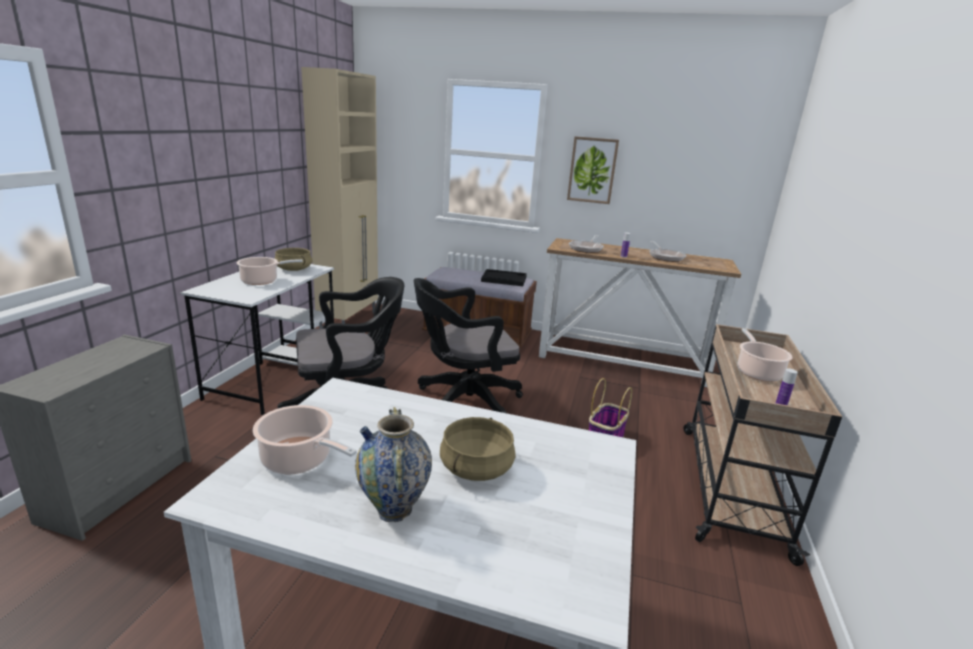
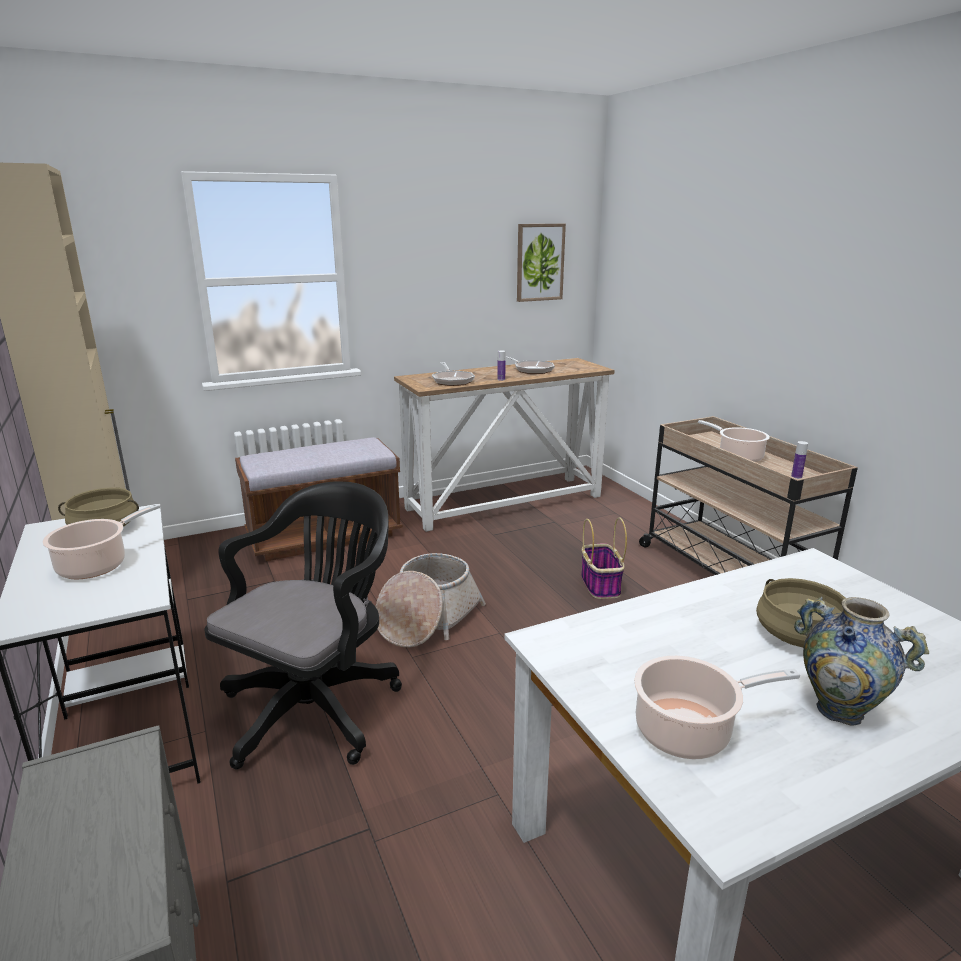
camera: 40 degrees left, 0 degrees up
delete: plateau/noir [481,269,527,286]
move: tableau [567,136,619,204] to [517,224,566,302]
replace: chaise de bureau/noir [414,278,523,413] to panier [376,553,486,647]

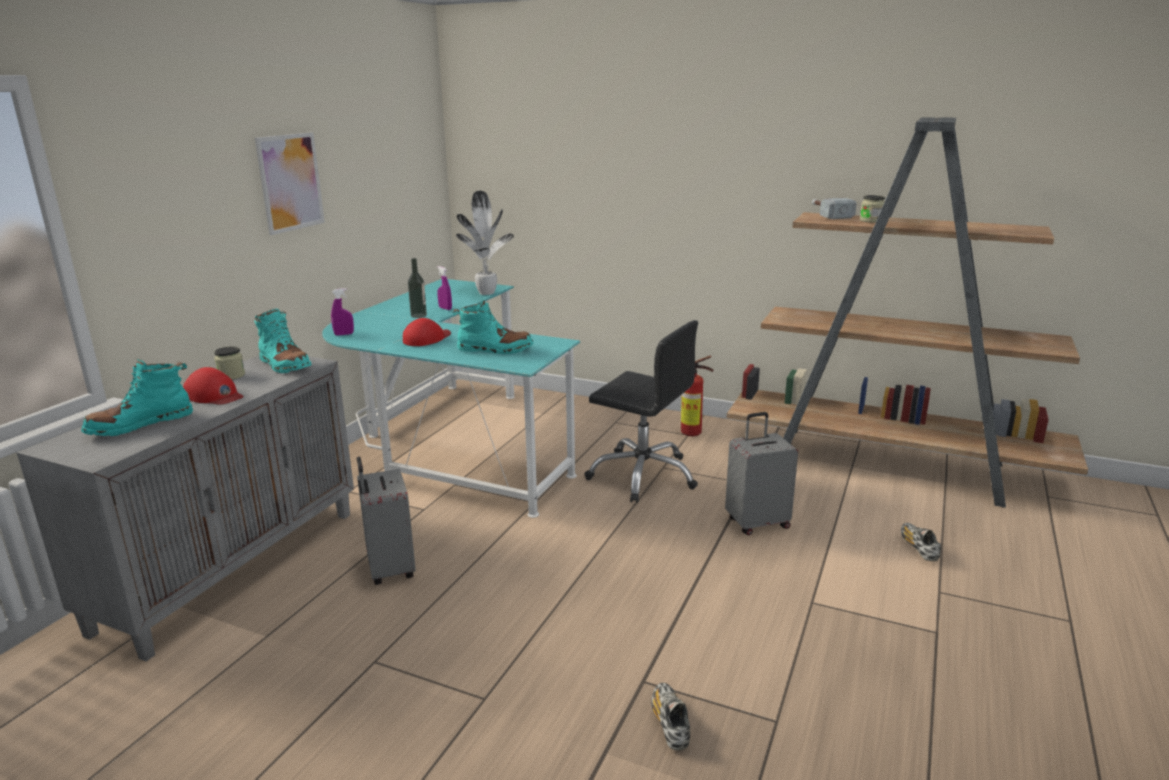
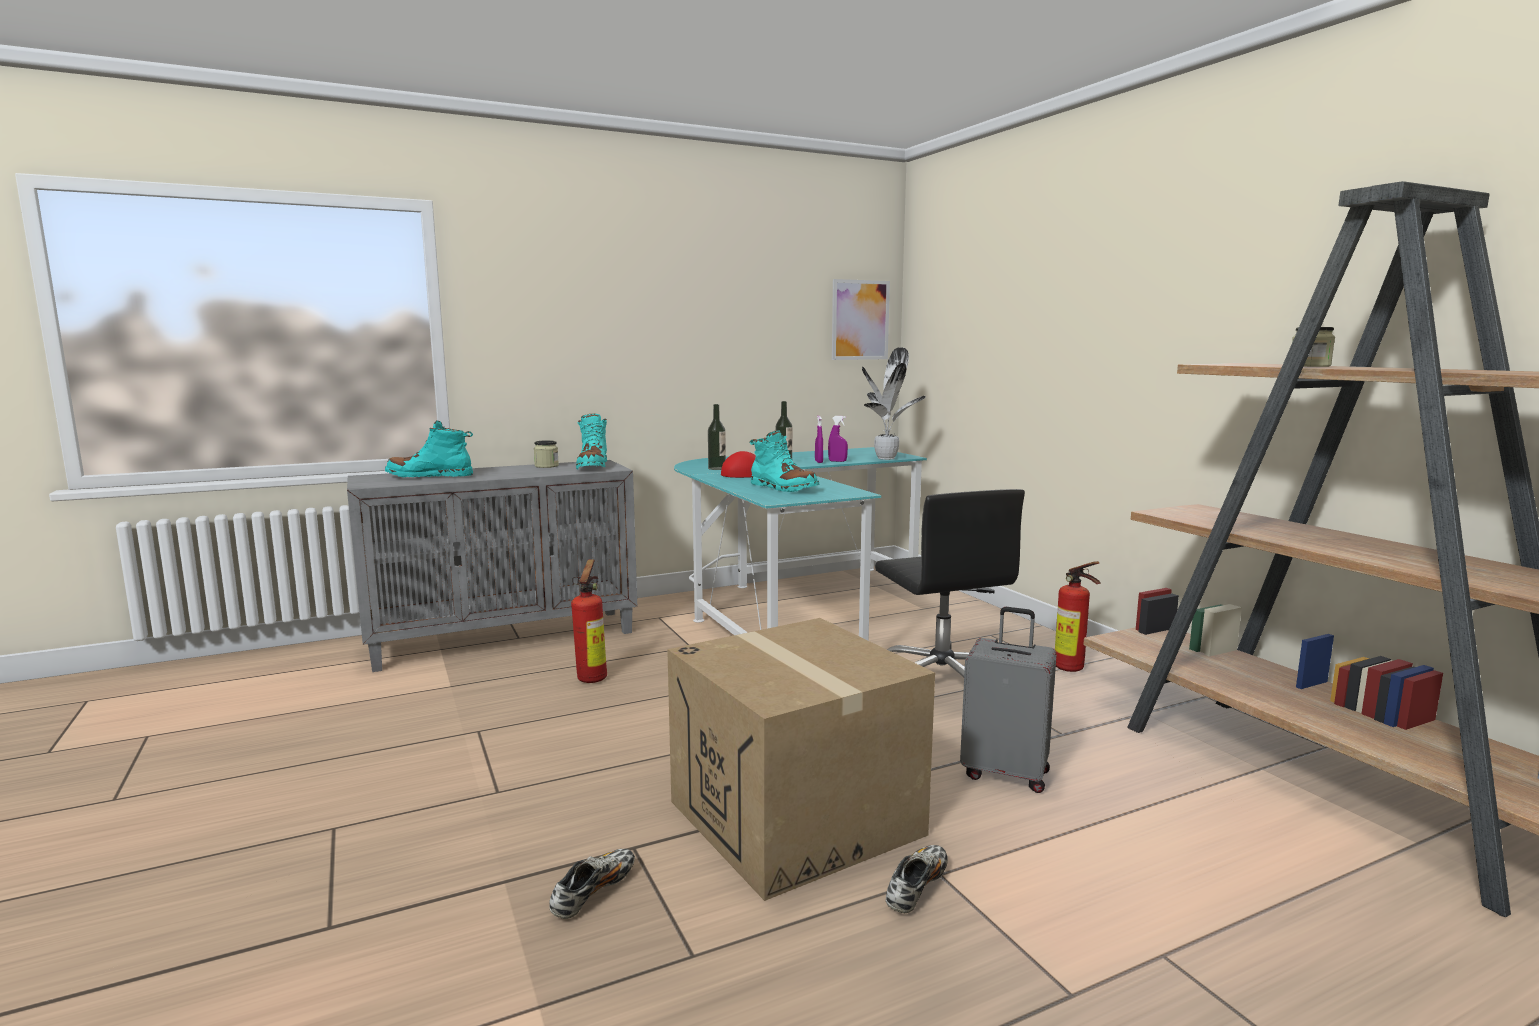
camera: 40 degrees right, 10 degrees down
delete: marteau [812,198,857,219]; casquette/rouge [183,367,244,405]
insert: bouteille [708,404,726,470]; carton [667,618,935,901]
move: tableau [255,132,325,235] to [832,279,890,360]; vaporisateur/violet [331,288,354,336] to [828,416,848,462]; chaussure [901,523,941,561] to [886,845,948,913]
replace: valise/gris [357,456,416,585] to extincteur [571,559,607,683]

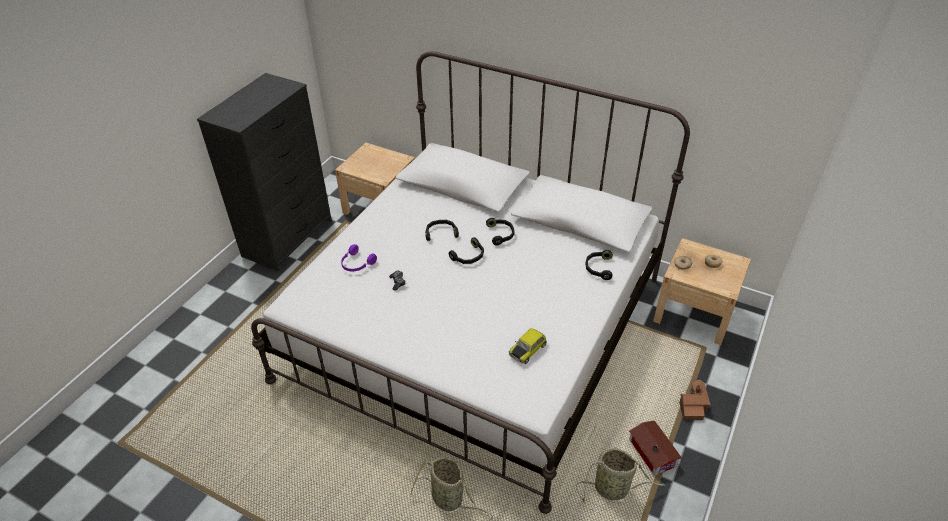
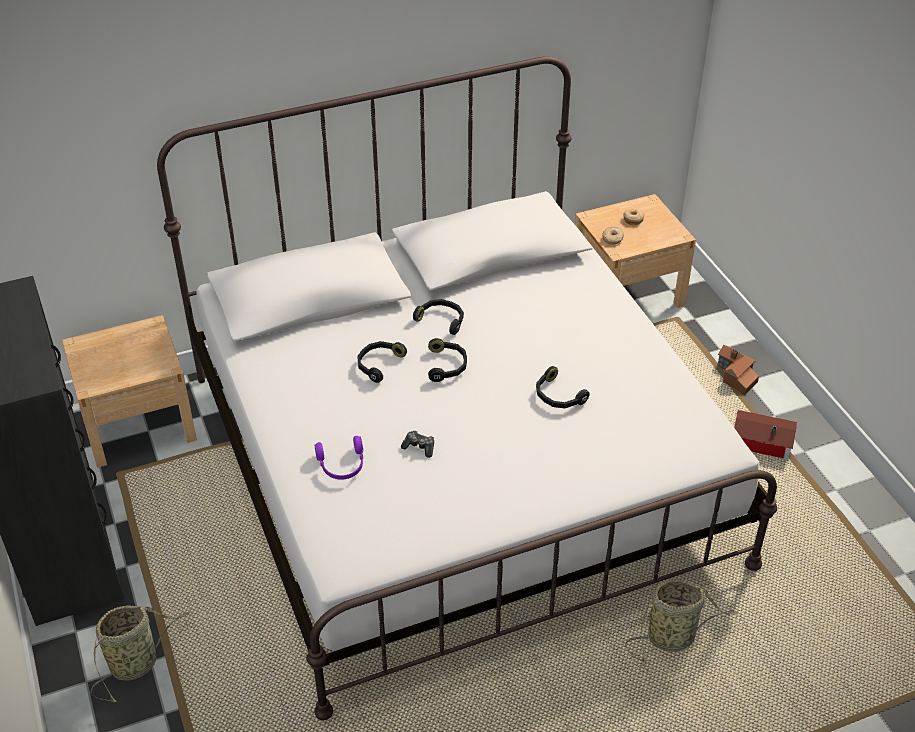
camera: 50 degrees left, 0 degrees up
delete: petite voiture [509,328,547,364]
move: casque audio/noir [585,250,613,280] to [536,366,589,408]; panier [576,448,665,503] to [90,605,190,702]

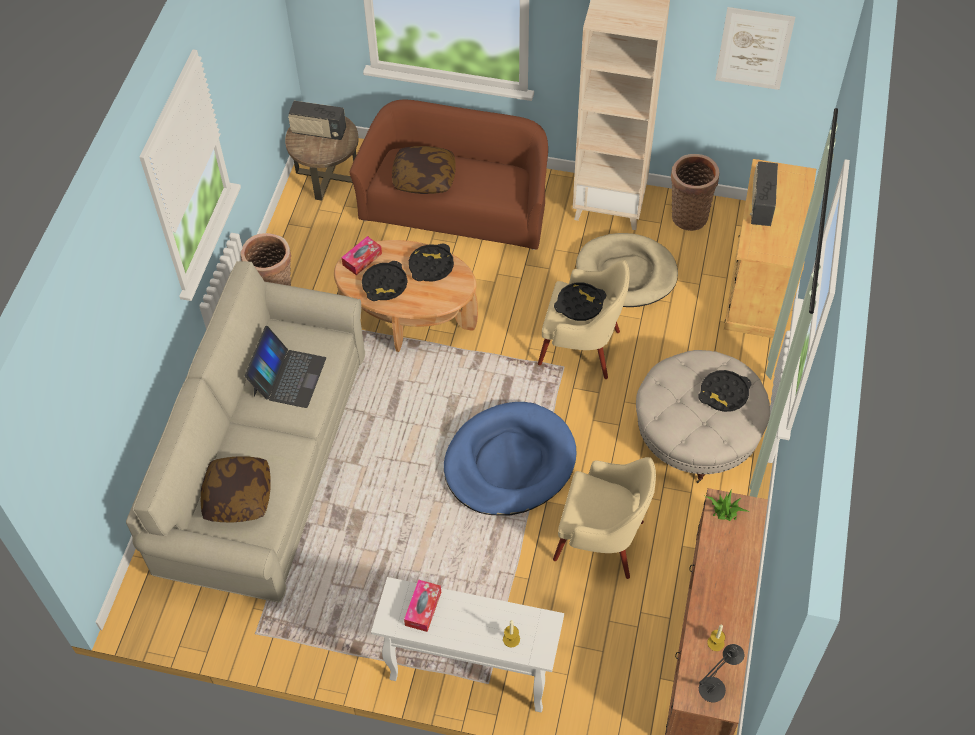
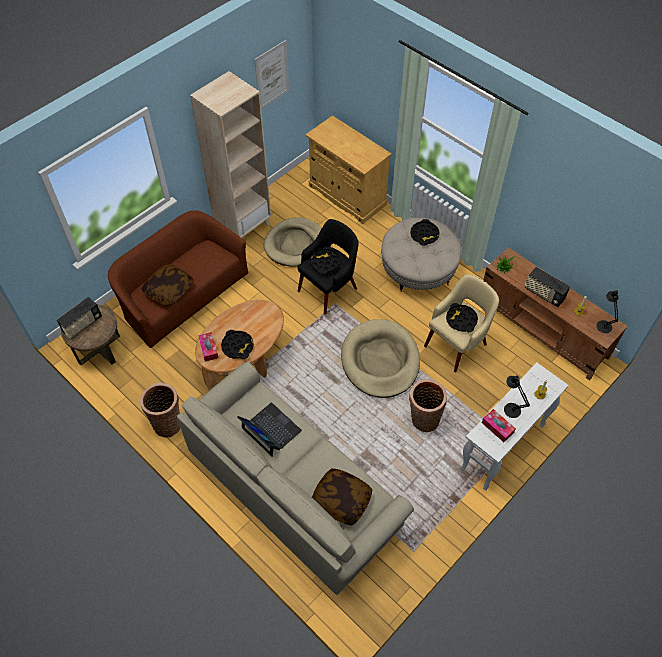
camera: 60 degrees left, 0 degrees up
insert: lampe de table/noir [504,375,530,418]
move: panier [671,154,719,231] to [409,379,447,432]; radio [750,161,778,226] to [525,267,570,307]; plateau/noir [409,244,454,282] to [446,303,478,332]
recolor: fauteuil/beige [538,260,630,379] to fauteuil/noir [298,219,359,314]; panier pour chien/bleu [444,402,577,515] to panier pour chien/beige [341,319,420,398]

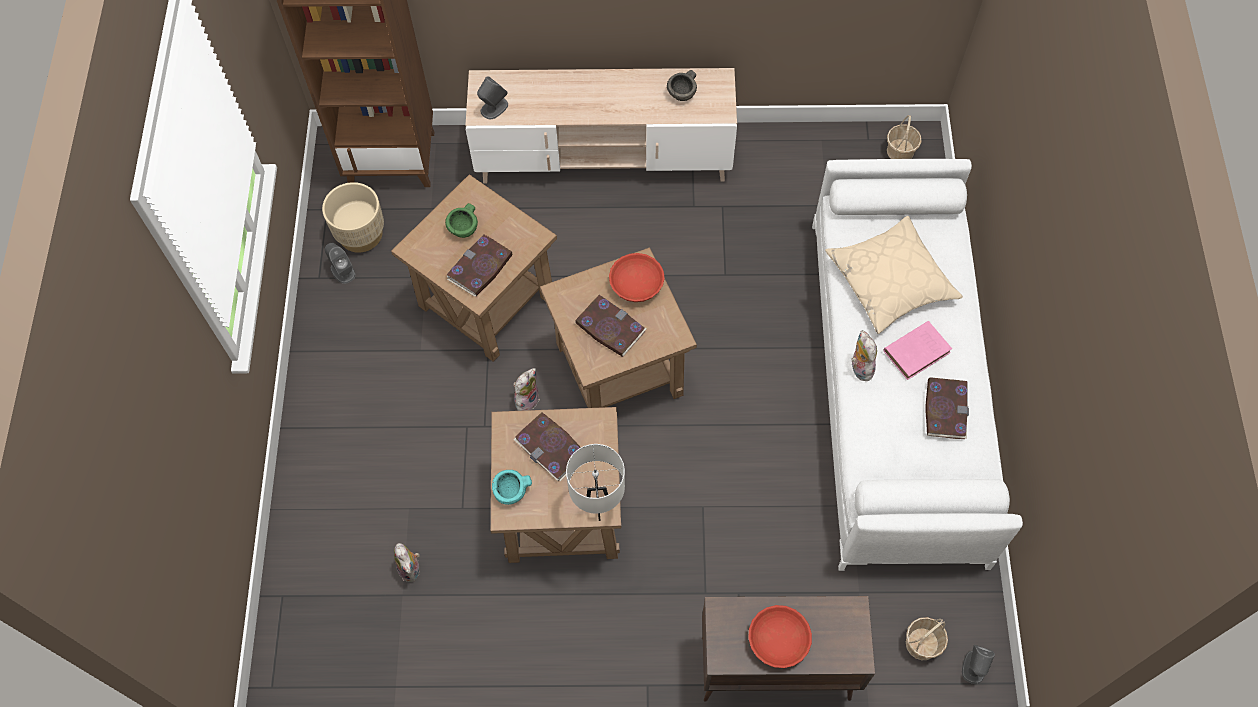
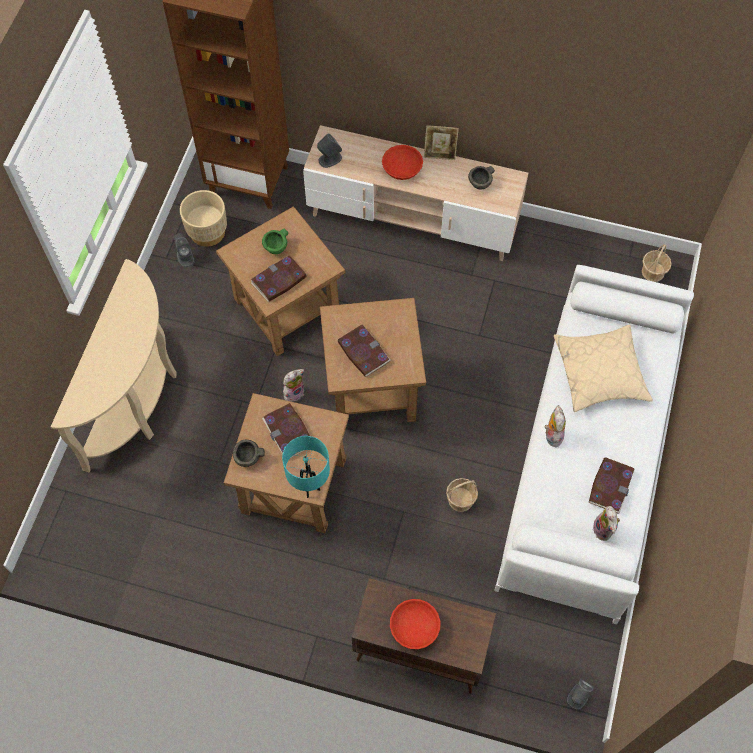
camera: 15 degrees right, 0 degrees up
delete: livre/rose [884,321,952,380]
insert: cadre photo [424,125,459,160]; table console/beige [51,259,177,472]
move: bol/rouge [609,253,665,302] to [382,145,423,180]; peluche [394,543,420,582] to [593,506,620,541]; panier [906,617,948,660] to [446,478,478,512]
recolor: lampe de table/blanc [566,444,625,521] to lampe de table/turquoise [282,436,330,498]; bol/turquoise [492,470,532,505] to bol/gris [233,440,265,467]

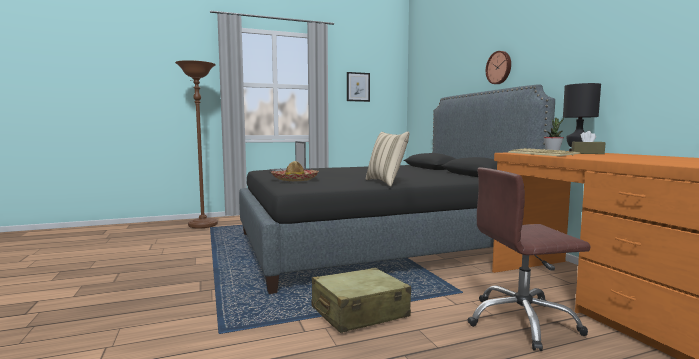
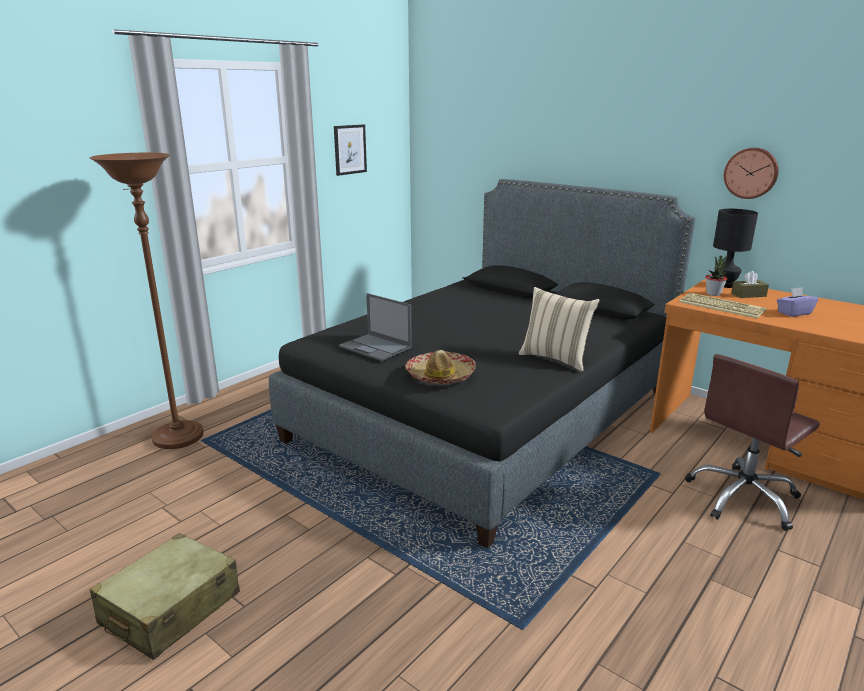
camera: 30 degrees left, 15 degrees up
insert: boîte à mouchoirs/violet [777,287,818,317]
move: horloge murale [486,51,511,84] to [724,148,779,199]; valise/beige [312,268,411,333] to [89,533,240,660]

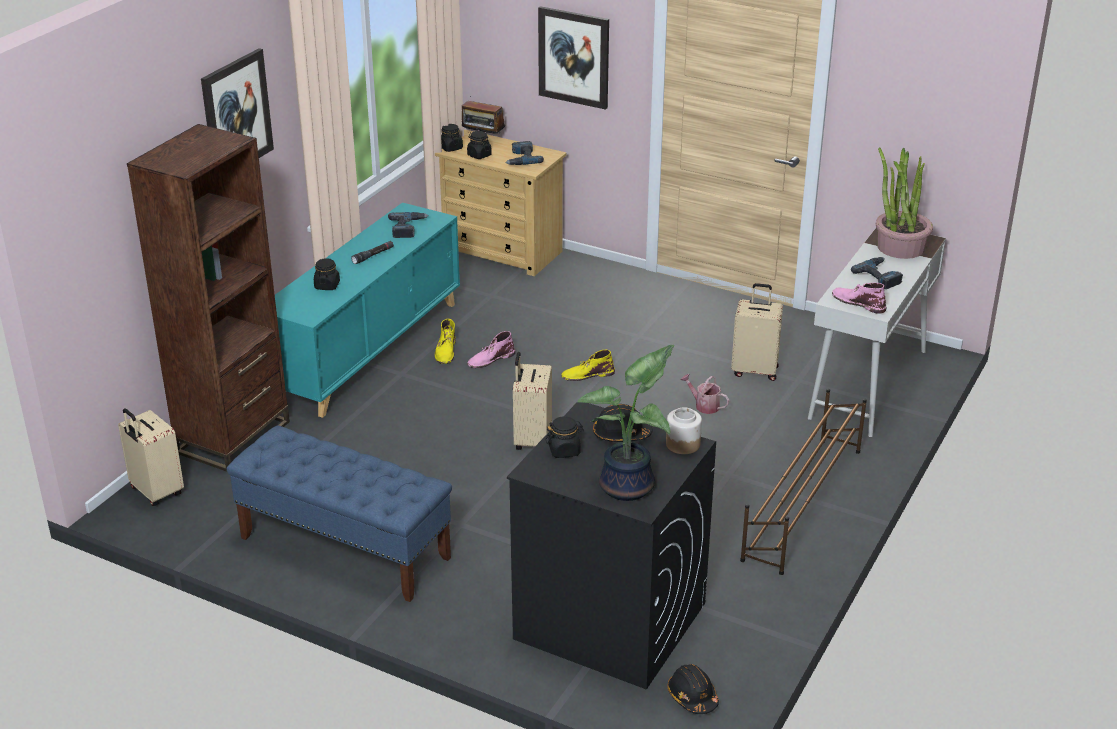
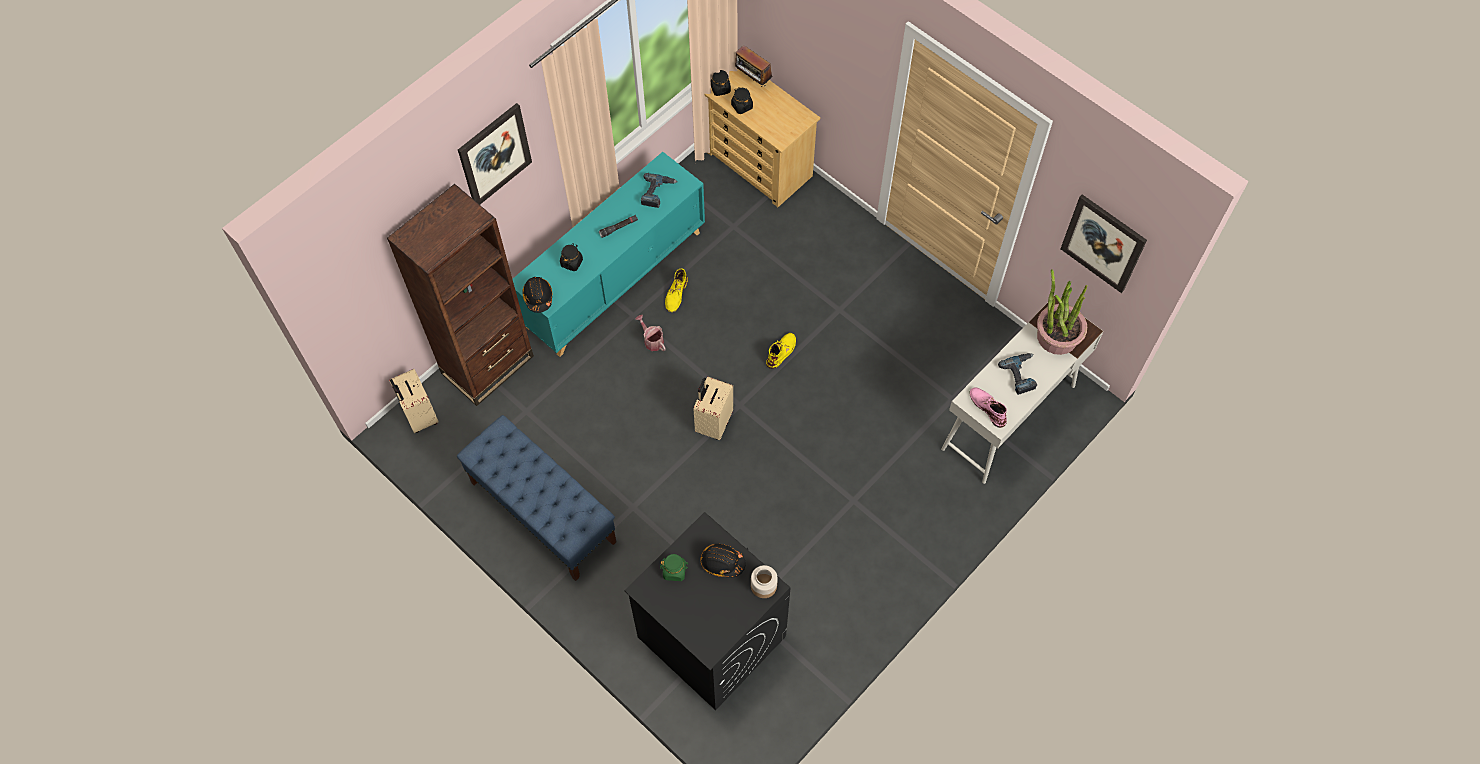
camera: 15 degrees right, 30 degrees up
delete: perceuse [505,141,544,165]; valise/beige [731,283,783,381]; botte/rose [467,331,515,368]; plante en pot [577,345,674,501]; étagère à chaussures/marron [740,389,867,575]
move: tableau [538,6,609,110] to [1061,194,1147,293]; arrosoir [680,374,729,414] to [635,315,666,351]; casque de chantier/noir [668,664,719,714] to [522,277,552,313]
recolor: bocal/noir [546,416,584,458] to bocal/vert [660,554,689,581]
rotate: botte/jaune [561,349,615,381] = [766,333,796,369] 120 degrees clockwise

